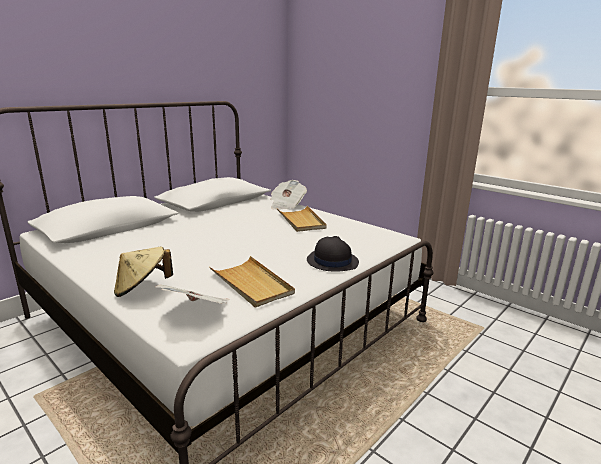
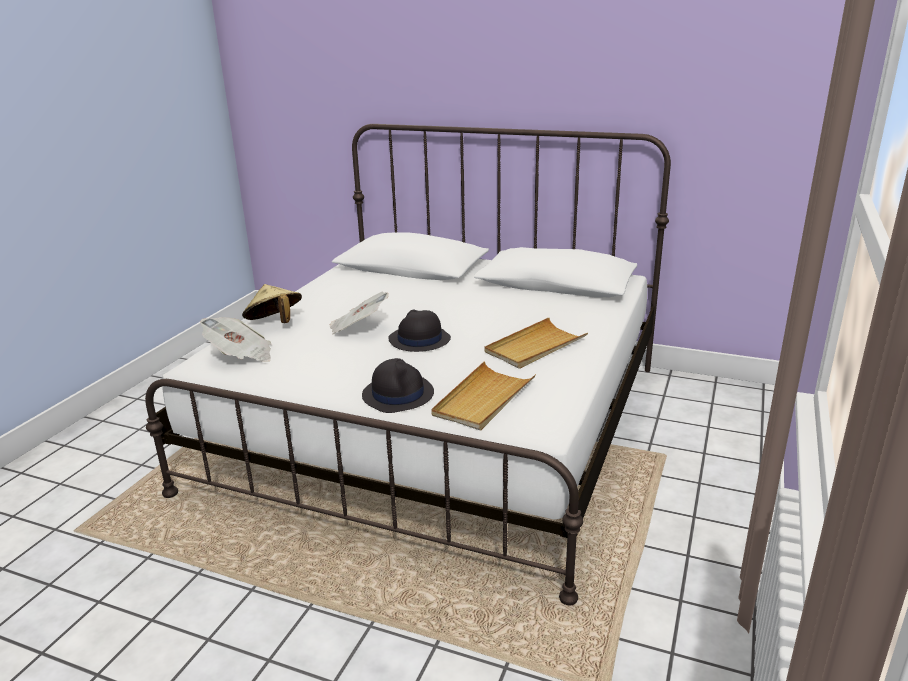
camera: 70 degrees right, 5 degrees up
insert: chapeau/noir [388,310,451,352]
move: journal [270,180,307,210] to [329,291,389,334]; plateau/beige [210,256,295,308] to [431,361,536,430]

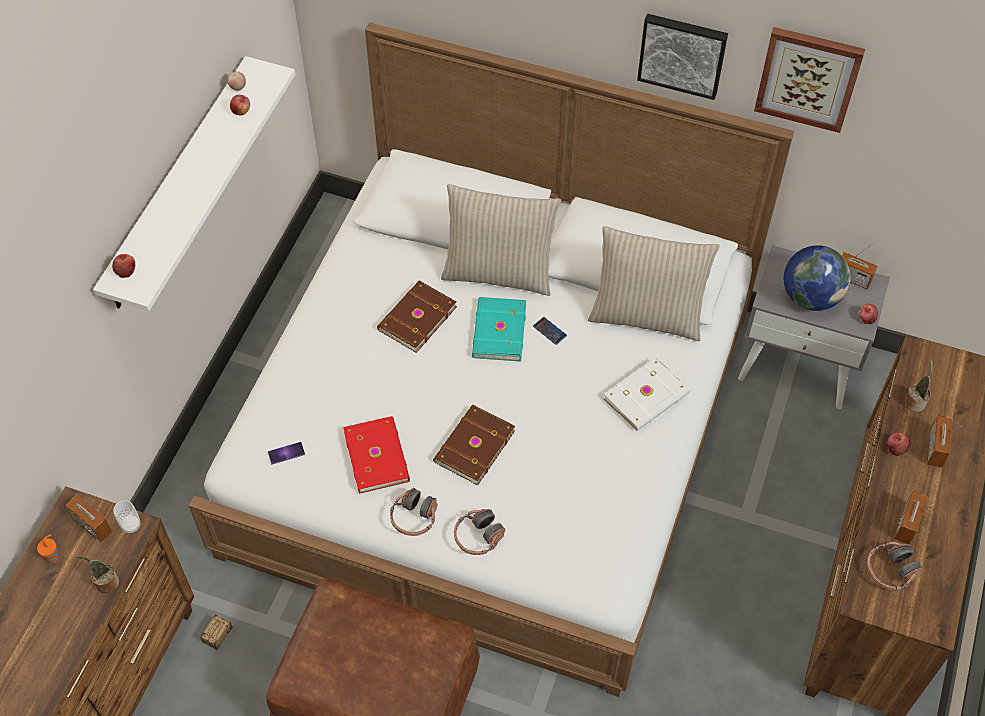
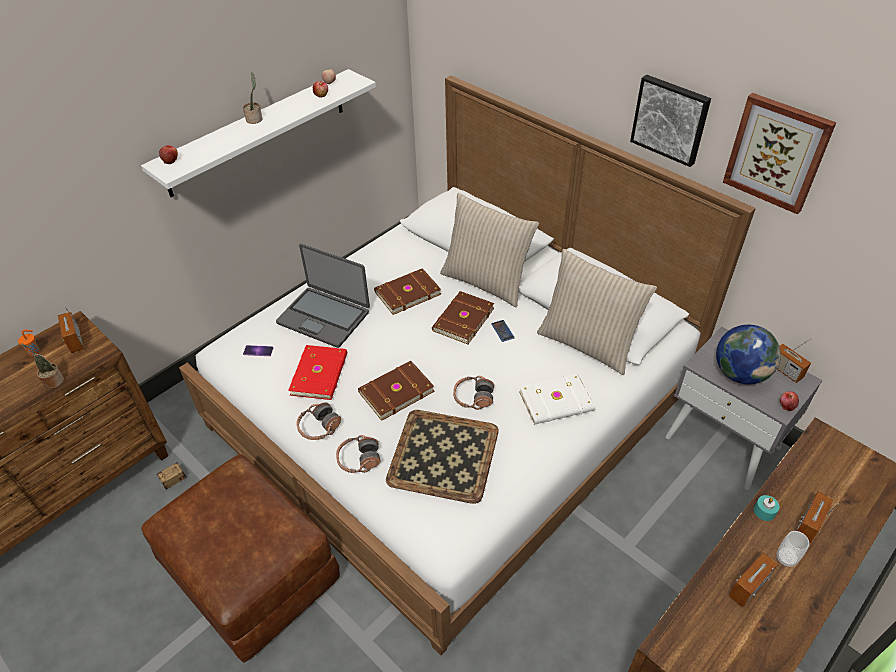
camera: 25 degrees right, 10 degrees down
insert: ordinateur portable [276,244,370,348]; plateau [386,410,499,504]
move: plante en pot [904,359,933,412] to [243,72,263,124]; tasse [113,500,141,534] to [776,531,810,567]; casque audio [867,542,924,591] to [453,376,494,410]
replace: pomme [887,433,910,456] to bougie/turquoise [754,495,780,521]
recolor: livre/turquoise [472,297,526,362] to livre/marron [432,291,494,345]

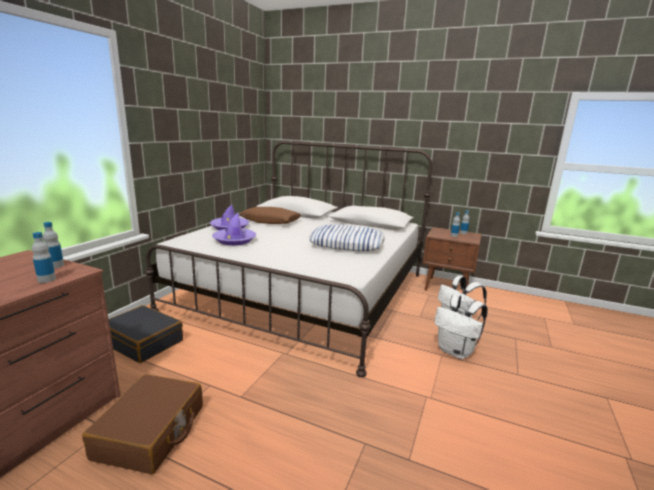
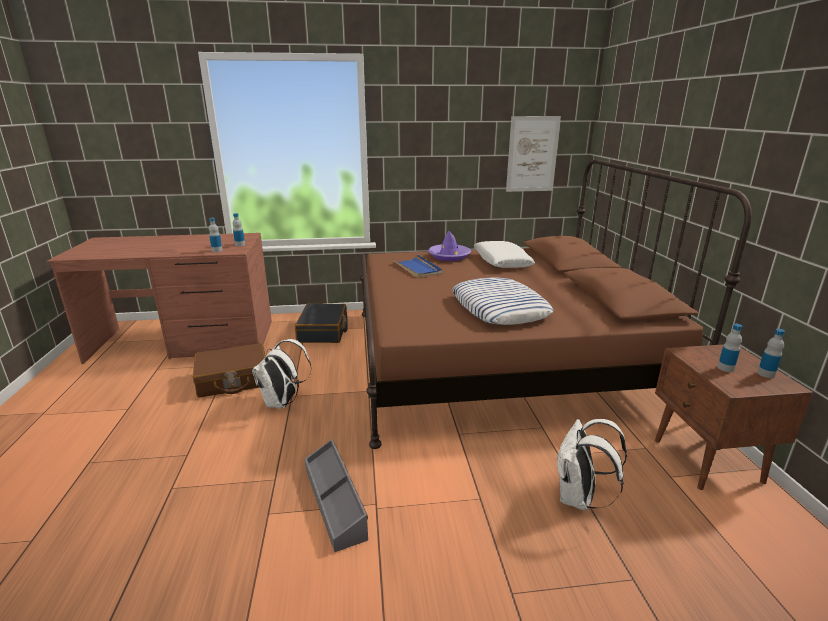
camera: 60 degrees right, 5 degrees up
insert: tableau [506,116,561,192]; boîte de rangement/gris [305,439,368,552]
move: sac à dos/blanc [434,294,488,359] to [252,339,311,409]
replace: chapeau/violet [212,213,256,245] to plateau/bleu [391,254,443,278]
recolor: lit/blanc [145,141,432,377] to lit/marron [360,159,752,449]; coussin/marron [240,207,301,224] to coussin/blanc [474,241,535,268]

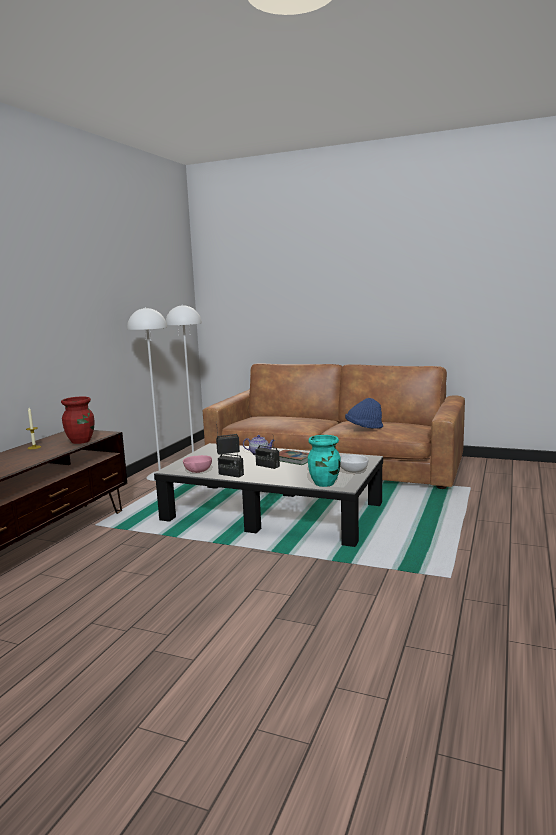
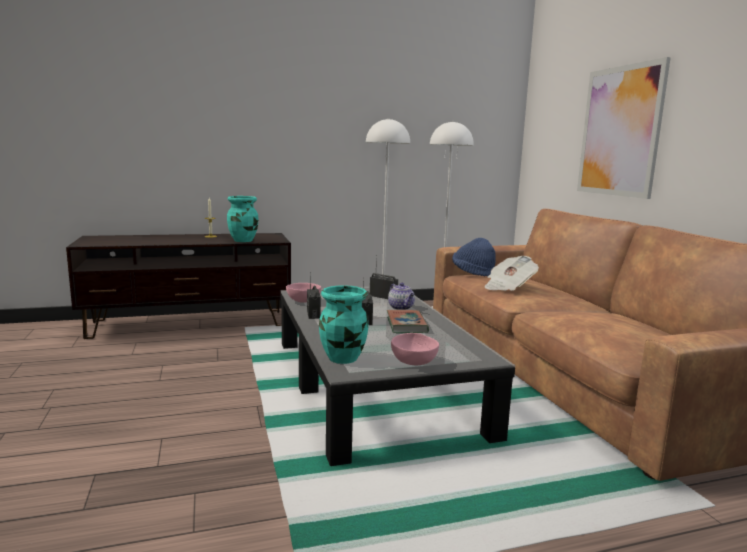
camera: 50 degrees right, 0 degrees up
insert: tableau [577,57,671,199]; journal [484,256,539,291]
move: chapeau/bleu [345,398,383,429] to [452,238,496,277]
recolor: vase/rouge [61,396,94,444] to vase/turquoise [227,196,258,242]; bol/blanc [340,454,368,473] to bol/rose [391,333,439,365]

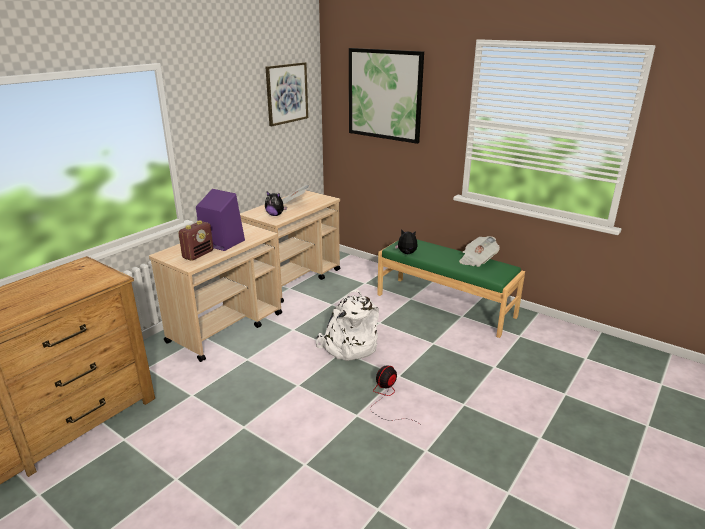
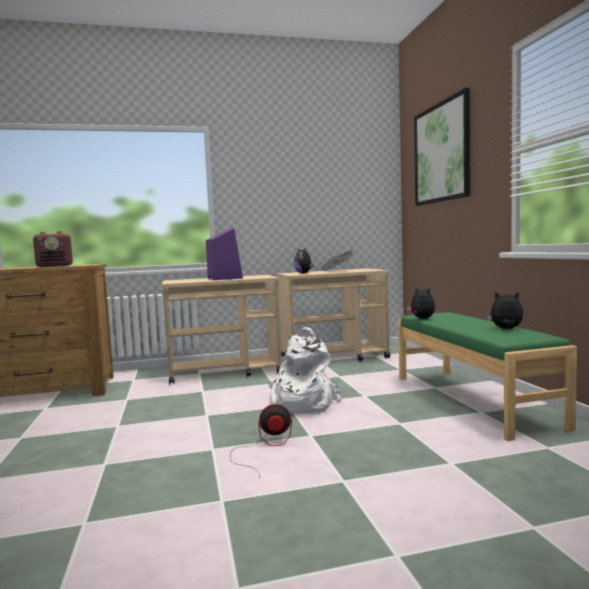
camera: 40 degrees right, 20 degrees down
delete: tableau [265,62,308,126]
move: radio [178,221,213,261] to [33,231,73,267]
replace: journal [459,236,500,267] to peluche [487,291,523,329]

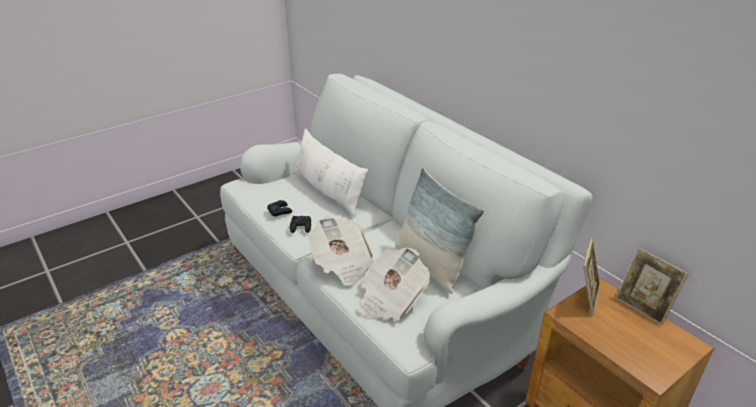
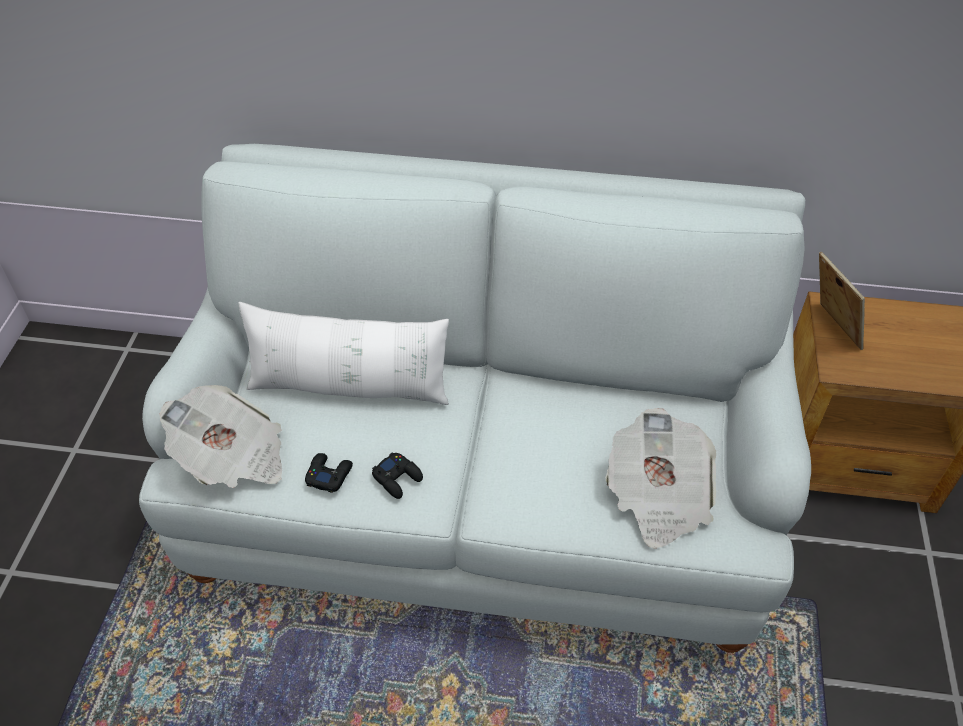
camera: 45 degrees left, 15 degrees up
delete: coussin [395,168,484,294]; cadre photo [615,248,689,325]
move: journal [308,216,374,286] to [159,385,282,488]

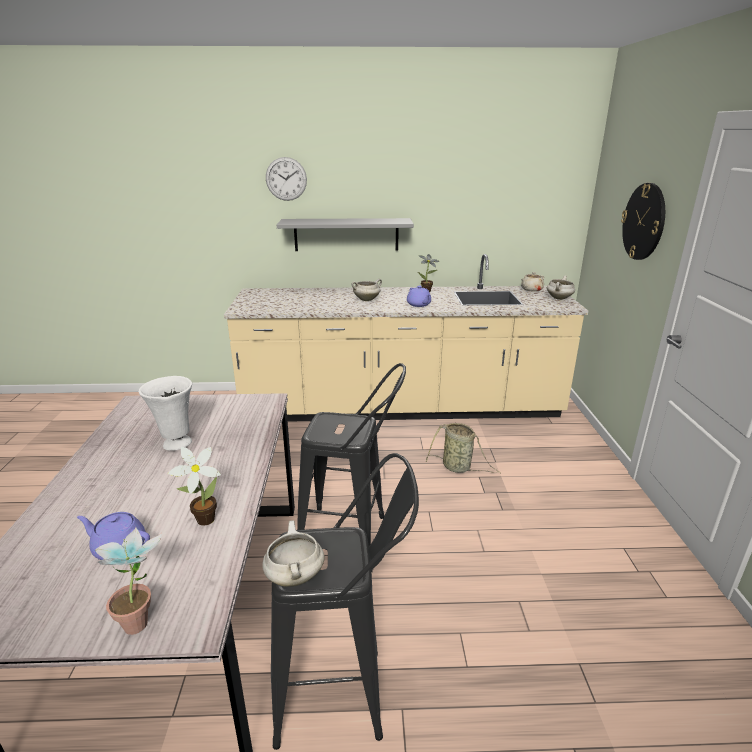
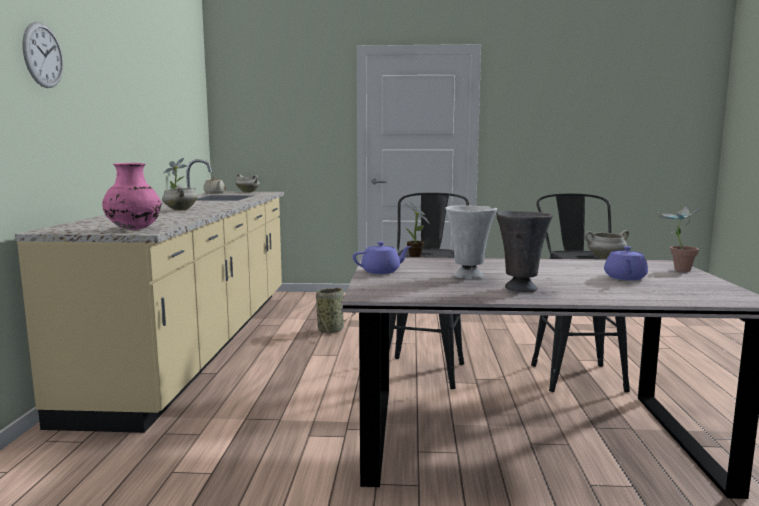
camera: 85 degrees left, 15 degrees down
delete: horloge murale [621,183,665,260]; étagère/gris [277,218,414,251]
insert: vase/rose [102,163,161,230]; vase/gris [496,211,553,292]
move: théière/violet [407,286,431,307] to [353,242,412,274]; plante en pot [168,447,221,526] to [404,202,430,257]

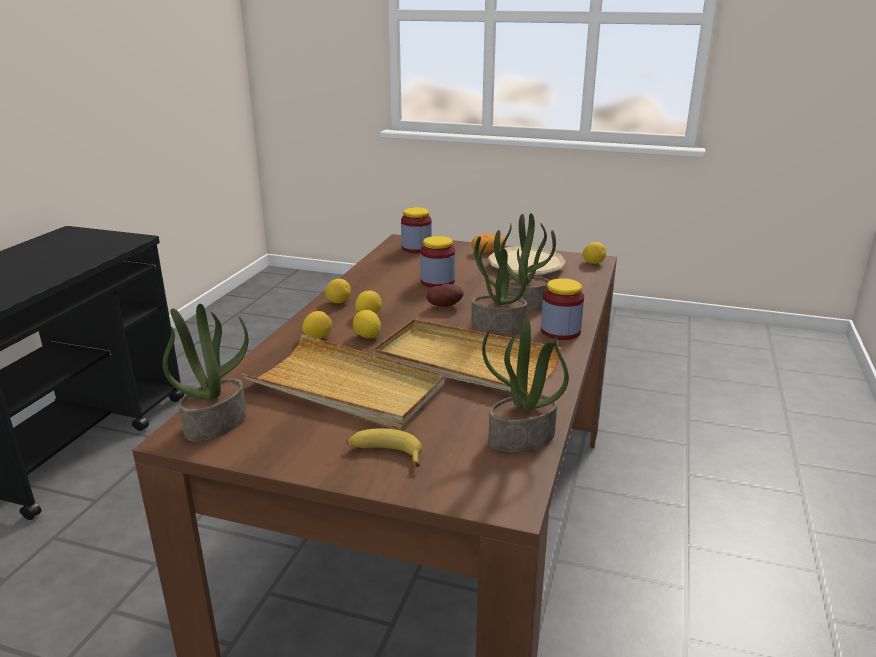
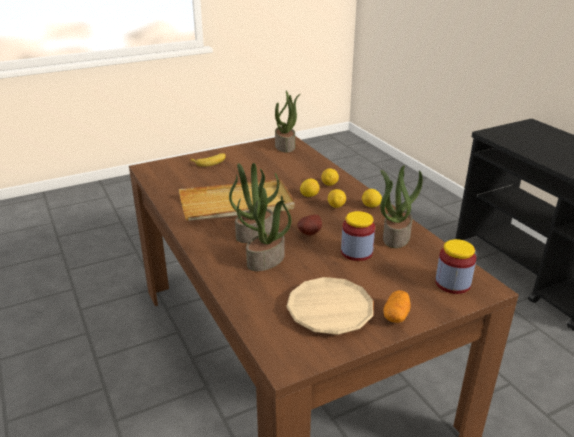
camera: 135 degrees right, 5 degrees up
delete: citron [583,242,606,264]; bocal [541,278,584,340]; plateau/beige [241,335,445,429]
move: plante en pot [482,317,569,452] to [380,165,423,248]

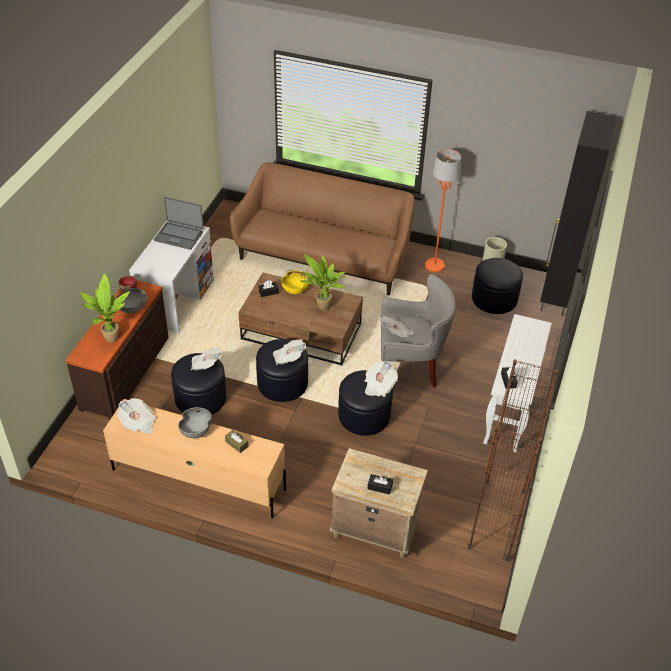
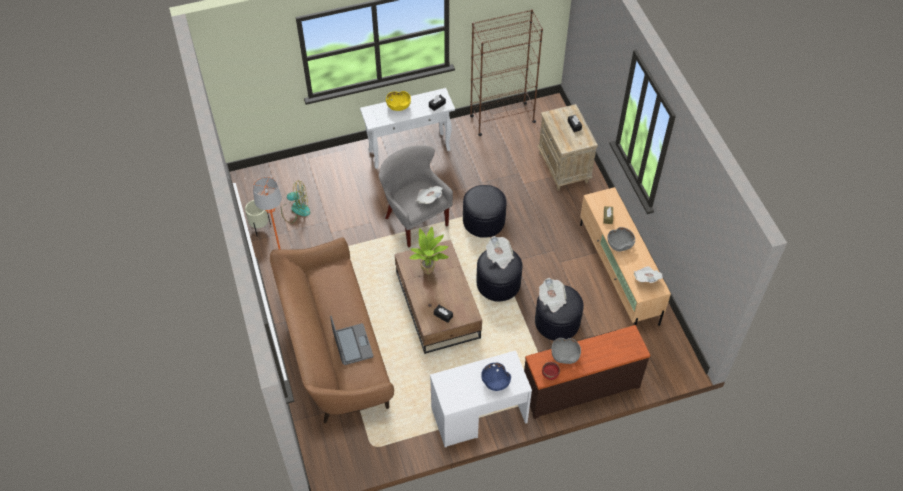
camera: 125 degrees left, 10 degrees up
delete: meuble de rangement/noir [540,111,617,316]; plante en pot [80,274,129,343]; journal [365,361,398,397]
insert: bol/bleu [481,363,511,391]
move: ordinateur portable [154,197,204,250] to [330,316,373,365]; bol/jaune [281,271,309,294] to [386,91,411,111]
replace: pouf/noir [472,258,523,314] to ventilateur [281,181,310,223]

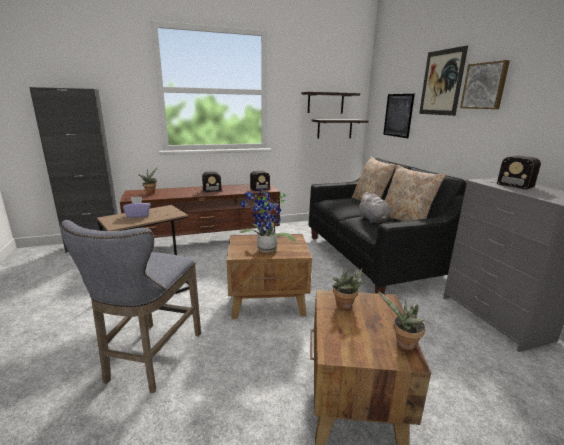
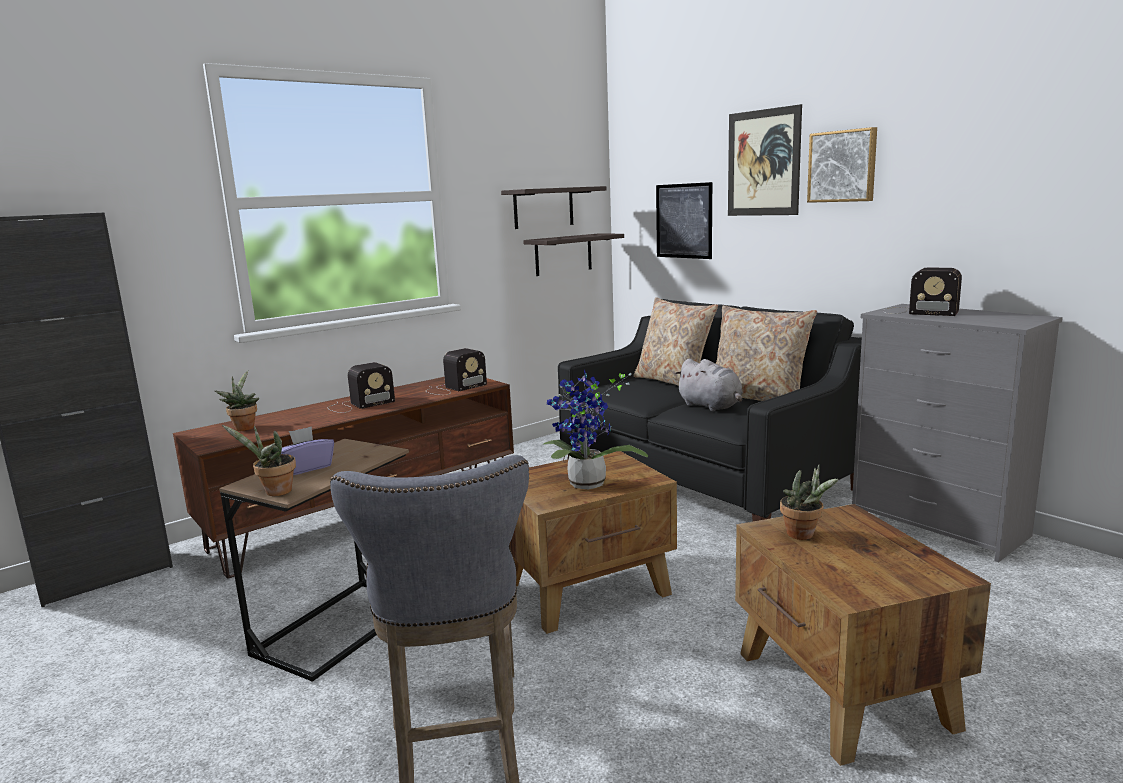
camera: 20 degrees left, 5 degrees down
move: plante en pot [378,291,425,350] to [222,425,296,496]

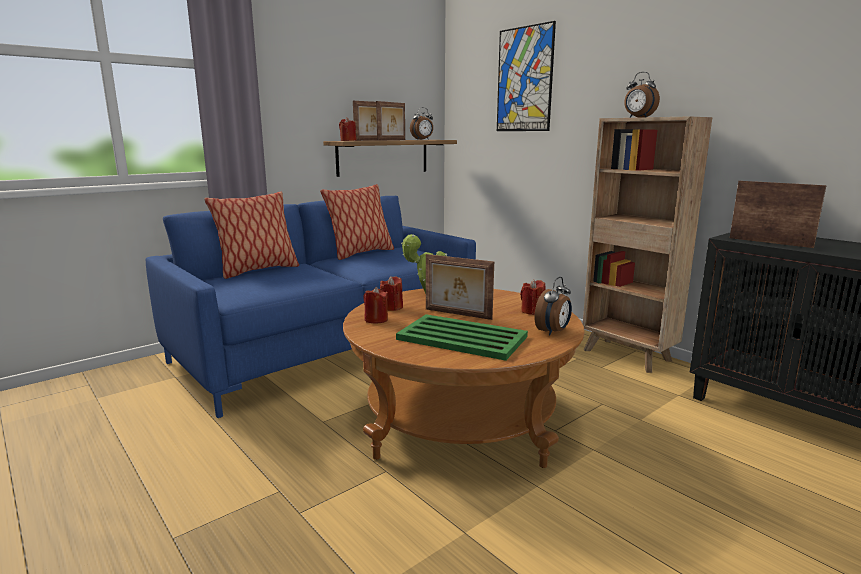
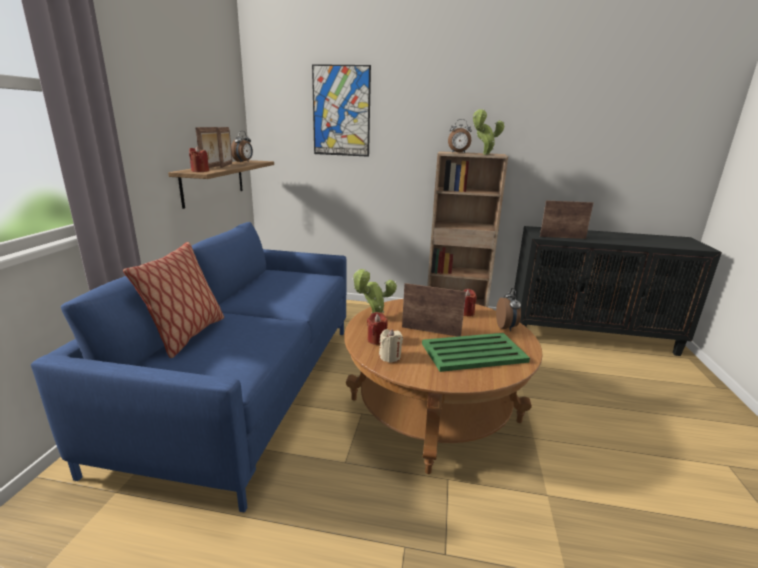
camera: 40 degrees left, 5 degrees up
delete: coussin [320,184,394,260]
insert: plante en pot [473,109,504,155]
recolor: bougie/rouge [364,287,388,324] to bougie/beige [379,329,403,363]
rotate: cadre photo [426,254,494,320] = [402,283,466,337] 150 degrees counterclockwise

